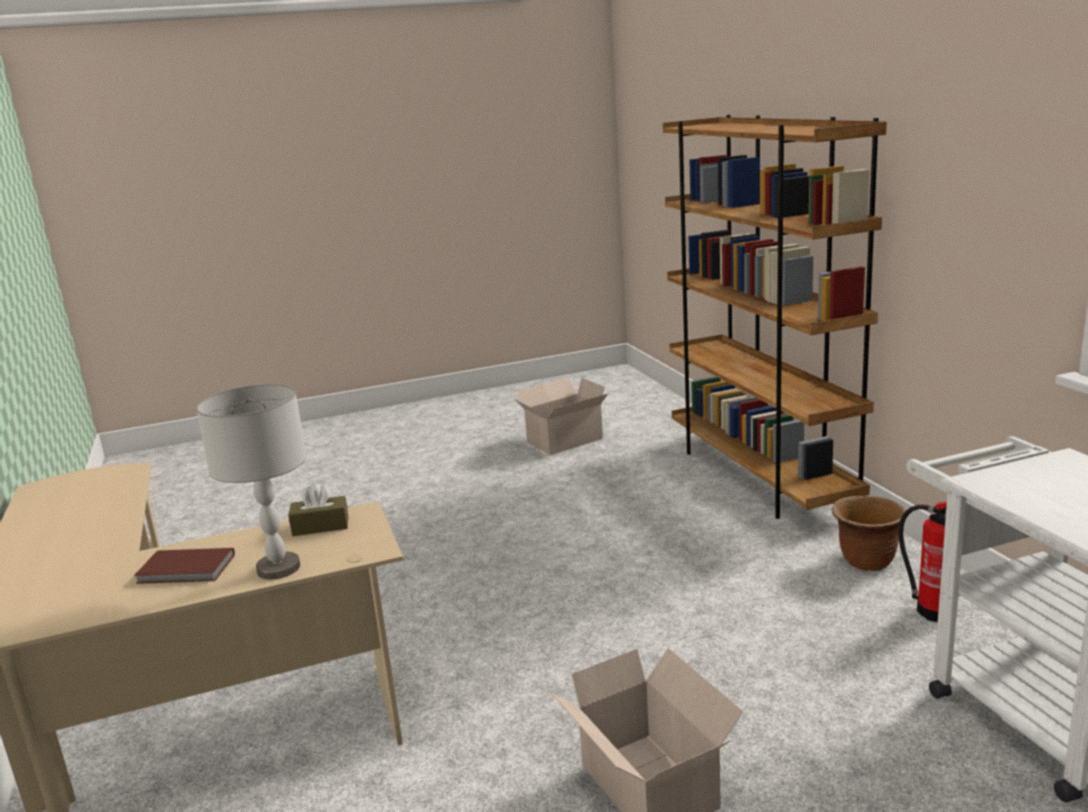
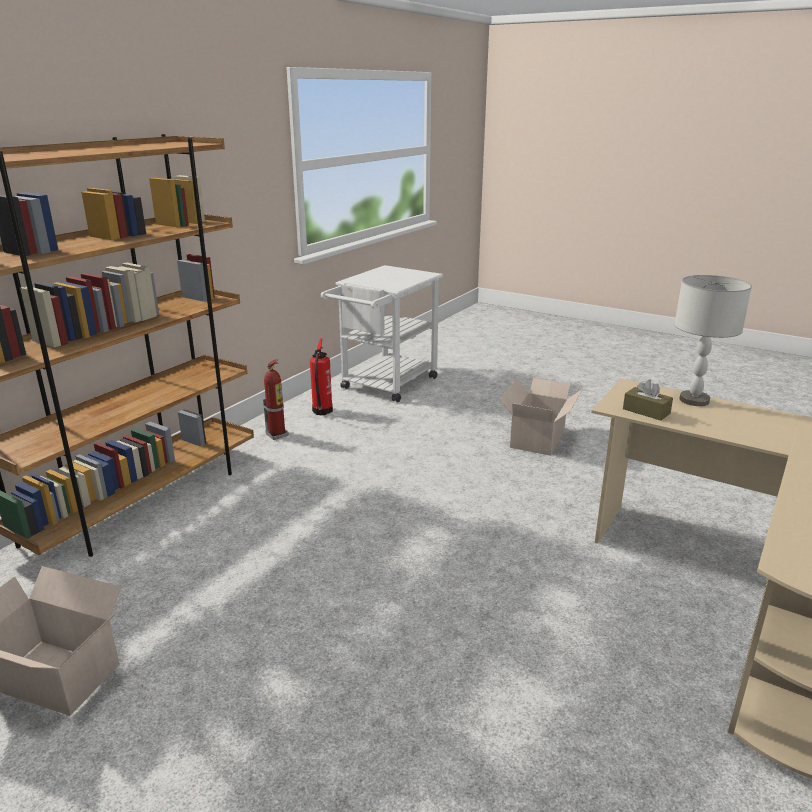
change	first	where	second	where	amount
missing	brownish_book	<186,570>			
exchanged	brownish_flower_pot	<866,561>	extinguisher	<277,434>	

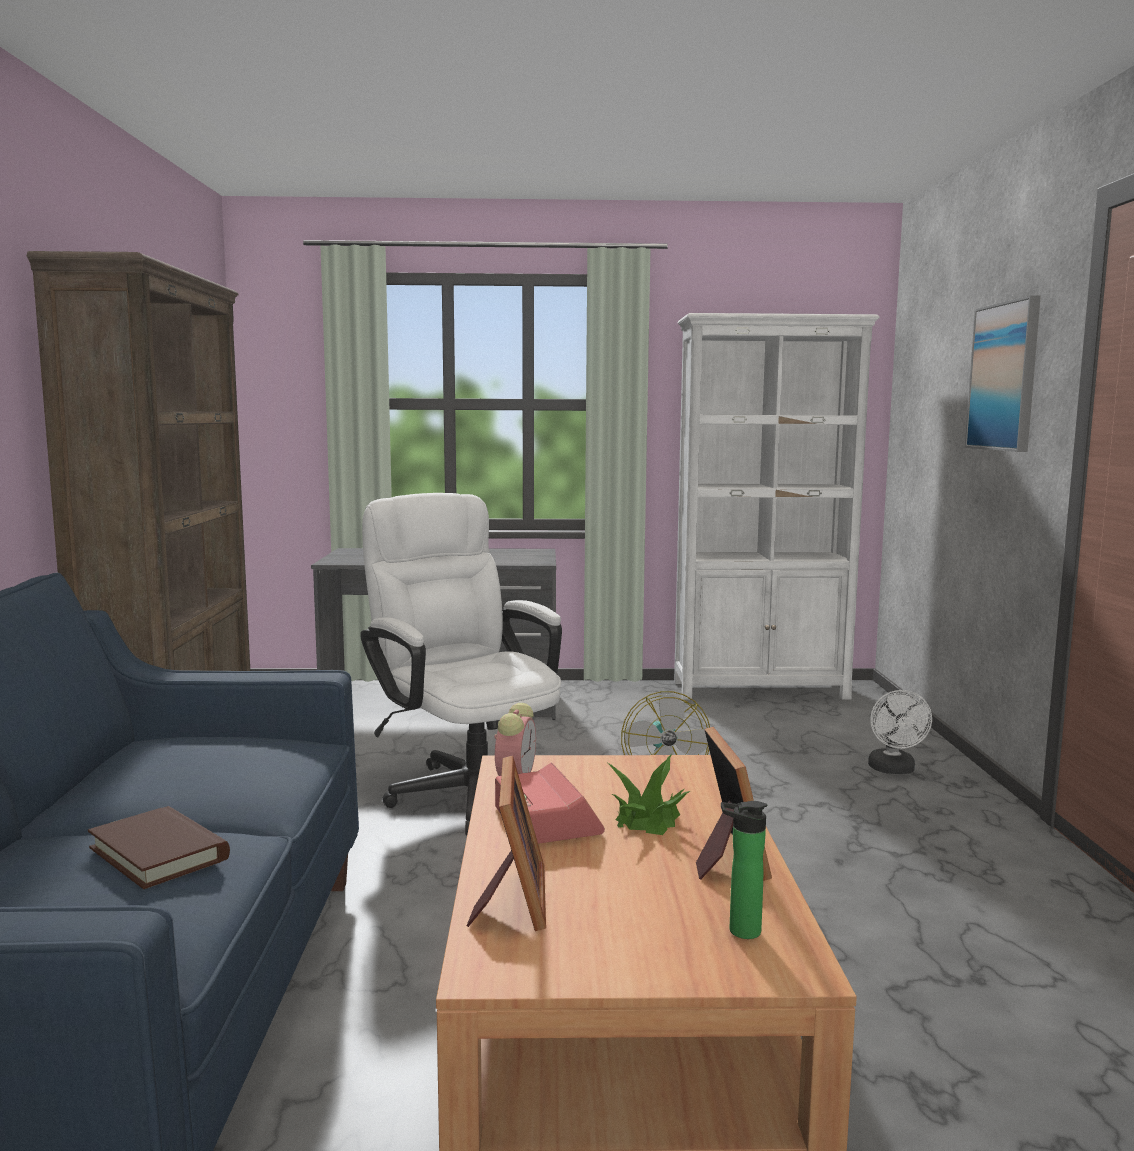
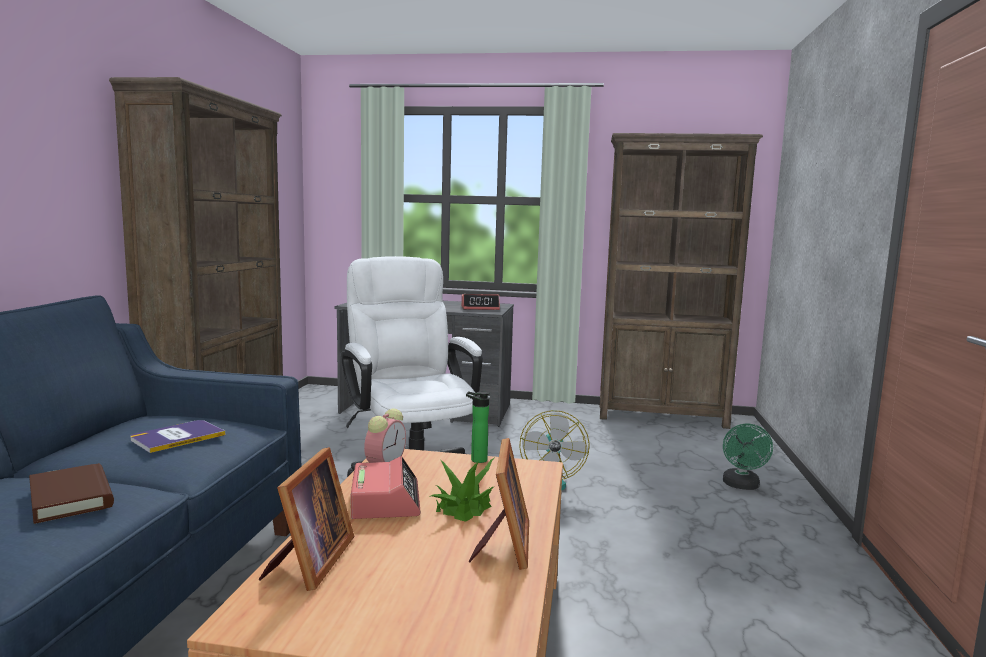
change	first	where	second	where	amount
colour	white_shelving_unit	<761,690>	brownish_shelving_unit	<662,416>	
relocated	bottle	<739,931>		<476,460>	
colour	white_cooling_fan	<894,770>	greenish_cooling_fan	<742,486>	
missing	wall_picture	<1004,377>			
appeared			book	<177,437>	
appeared			bedside_clock	<480,308>	

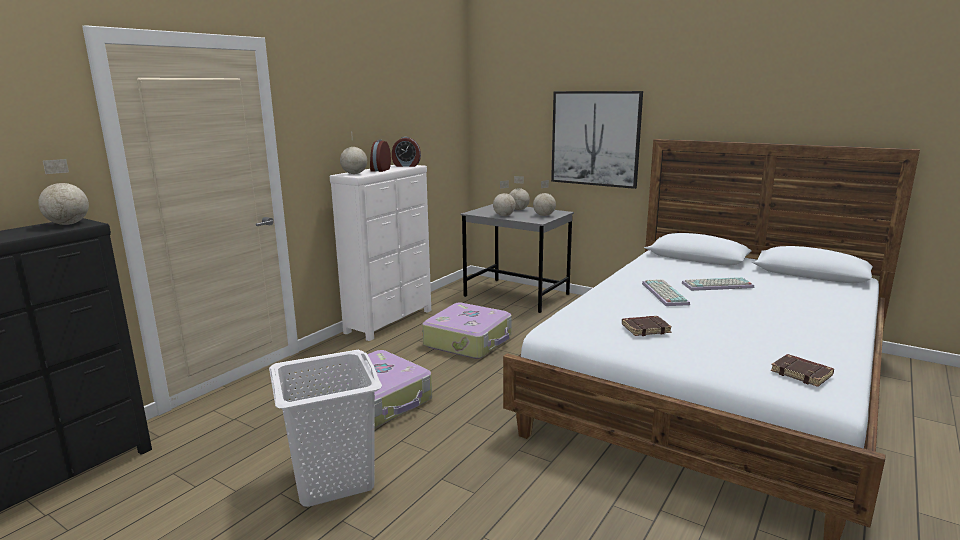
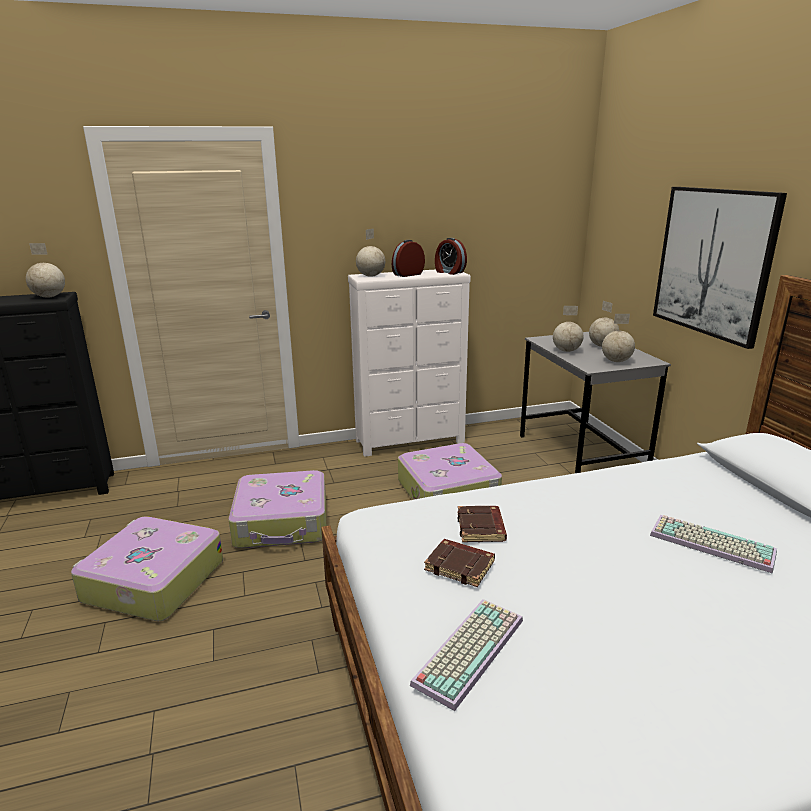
change	first	where	second	where	amount
exchanged	white_laundry_basket	<334,479>	suitcase	<152,581>	
relocated	PC_keyboard	<663,293>		<468,649>	
relocated	brownish_book	<802,374>		<481,528>	

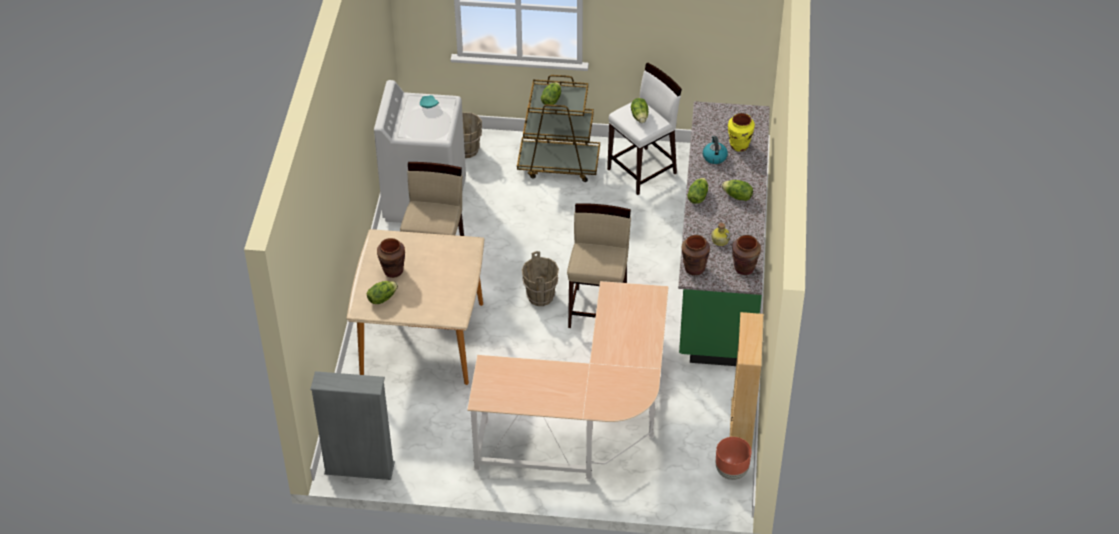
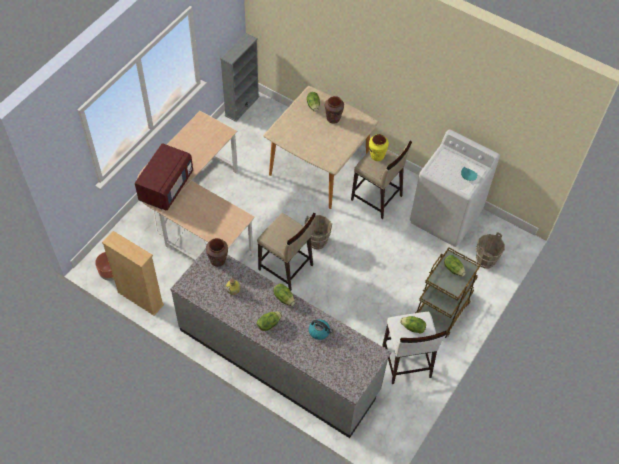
change	first	where	second	where	amount
colour	greenish_kitchen_counter	<719,268>	grey_kitchen_counter	<279,359>	
relocated	yellow-coloured_flower_vase	<739,145>		<377,156>	
missing	brownish_flower_vase	<744,268>			
appeared			reddish_kitchen_microwave	<166,187>	

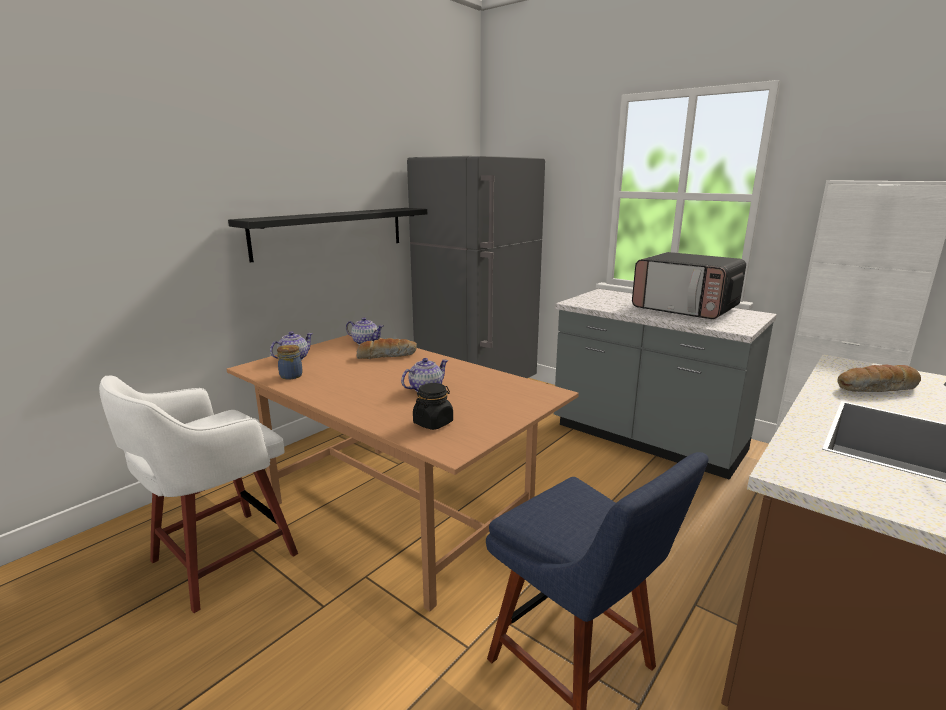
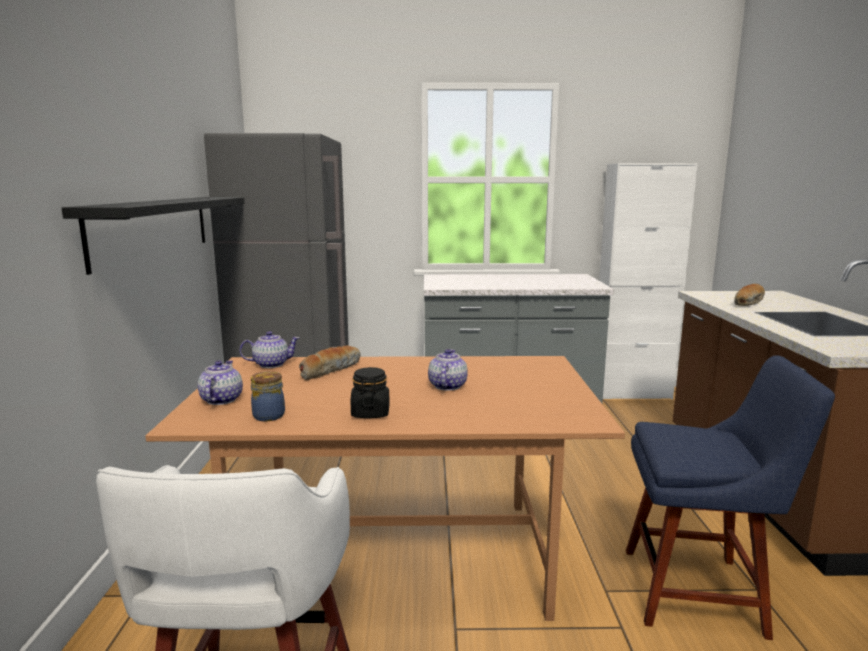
change	first	where	second	where	amount
relocated	blackish_preserve_jar	<433,423>		<370,413>	
missing	kitchen_microwave	<685,309>			

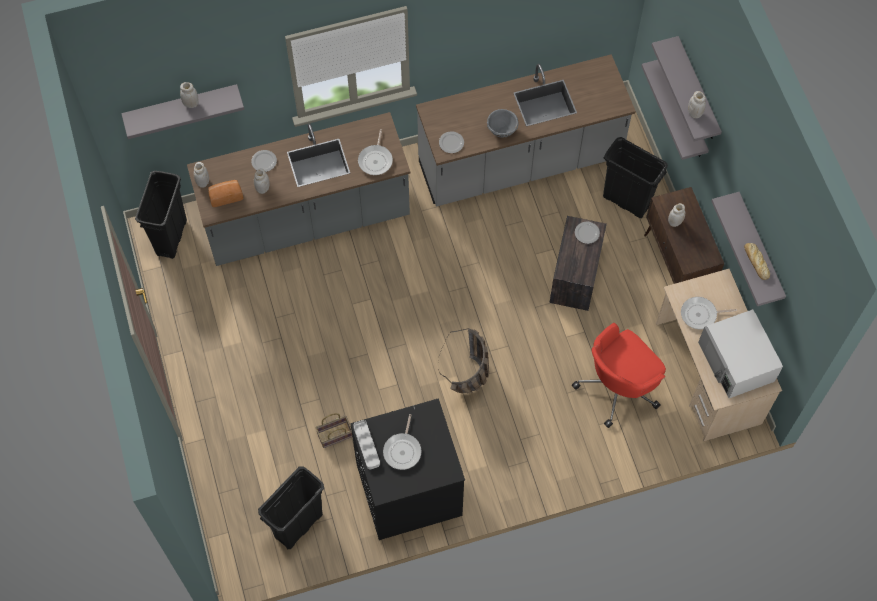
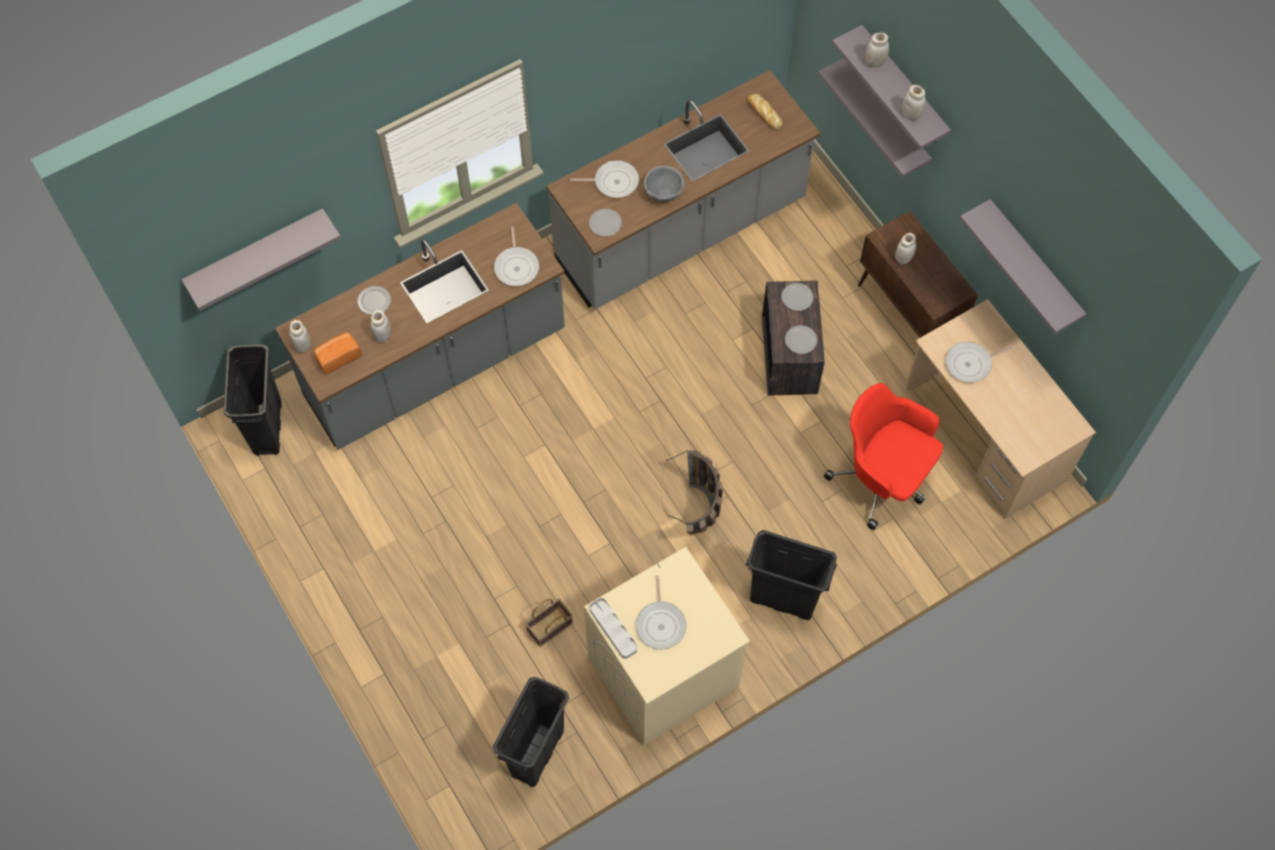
change	first	where	second	where	amount
relocated	white_preserve_jar	<191,104>		<875,62>	
colour	blackish_laundry_appliance	<408,490>	sand-coloured_laundry_appliance	<662,672>	
spun	reddish_office_chair	<618,387>		<882,478>	90 degrees clockwise
relocated	blackish_waste_bin	<626,201>		<782,600>	
missing	white_kitchen_microwave	<736,362>			
relocated	bread	<755,261>		<763,113>	
appeared			pan	<613,182>	
appeared			dinner_plate	<800,340>	

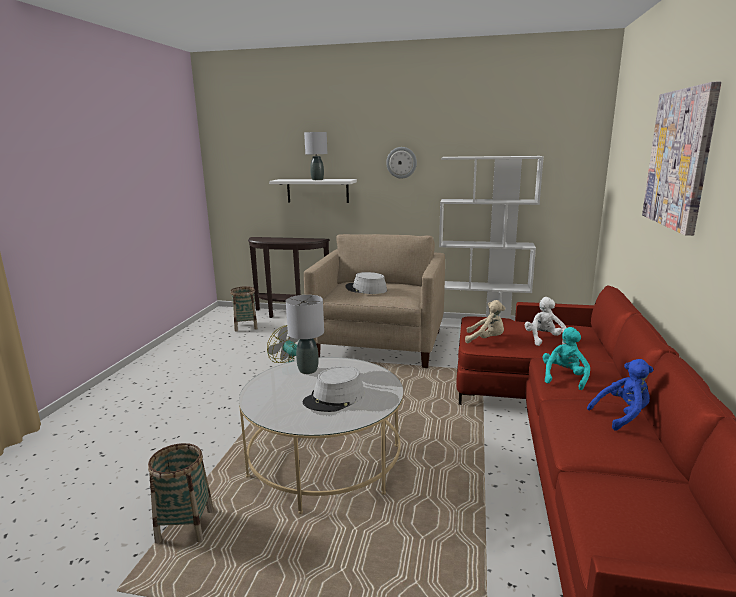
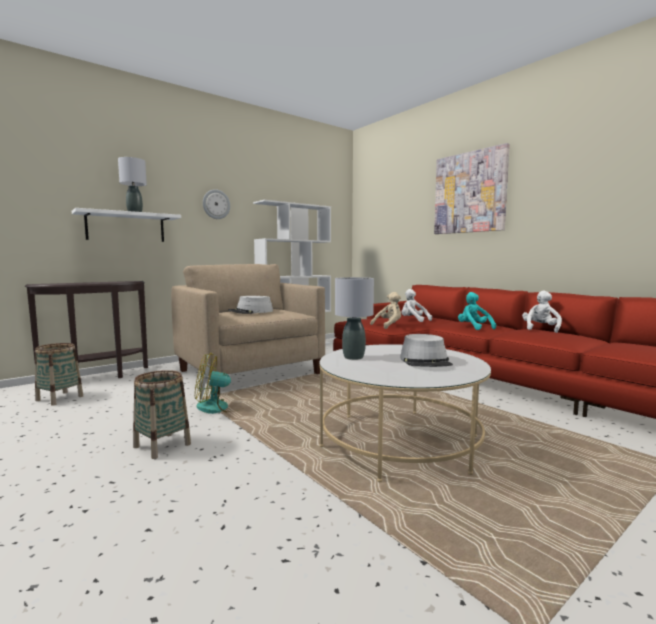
change	first	where	second	where	amount
relocated	household_basket	<185,526>		<162,445>	
colour	blue-coloured_soft_toy	<622,416>	white_soft_toy	<540,329>	

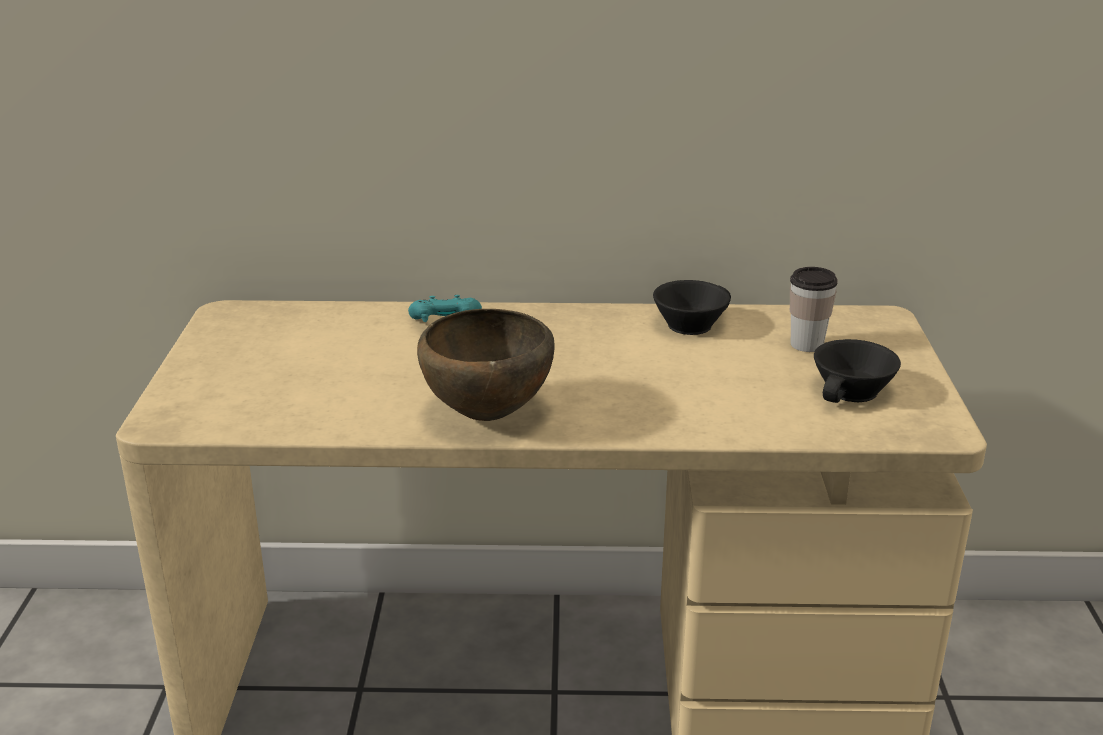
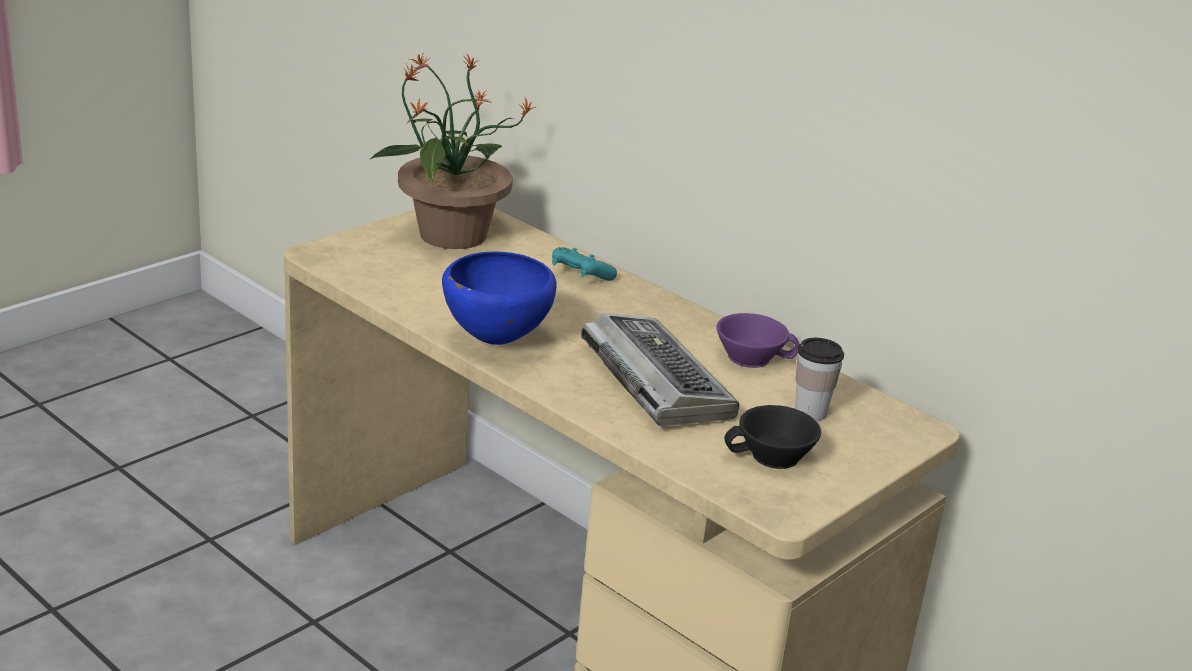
change	first	where	second	where	amount
colour	brownish_deep_dish	<486,416>	blue-coloured_deep_dish	<495,341>	
colour	blackish_cup	<689,323>	purple_cup	<751,356>	
appeared			houseplant	<450,235>	
appeared			PC_keyboard	<654,381>	

